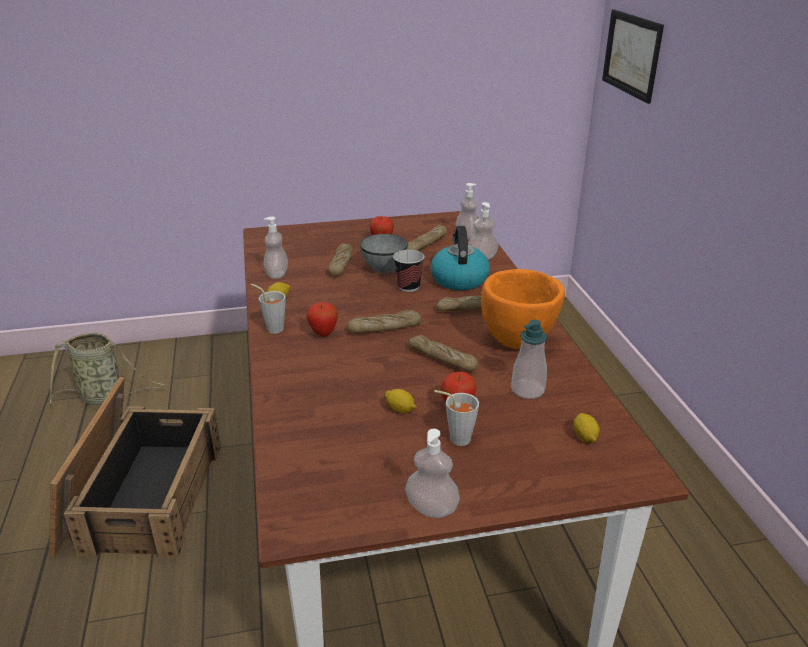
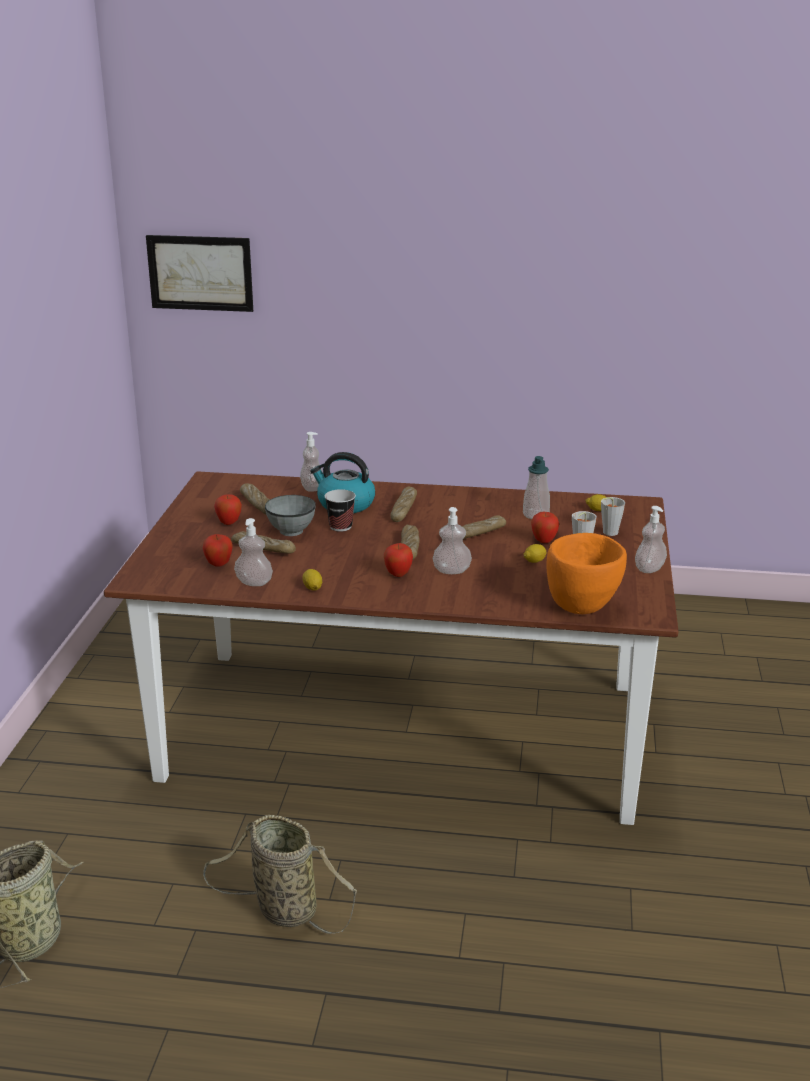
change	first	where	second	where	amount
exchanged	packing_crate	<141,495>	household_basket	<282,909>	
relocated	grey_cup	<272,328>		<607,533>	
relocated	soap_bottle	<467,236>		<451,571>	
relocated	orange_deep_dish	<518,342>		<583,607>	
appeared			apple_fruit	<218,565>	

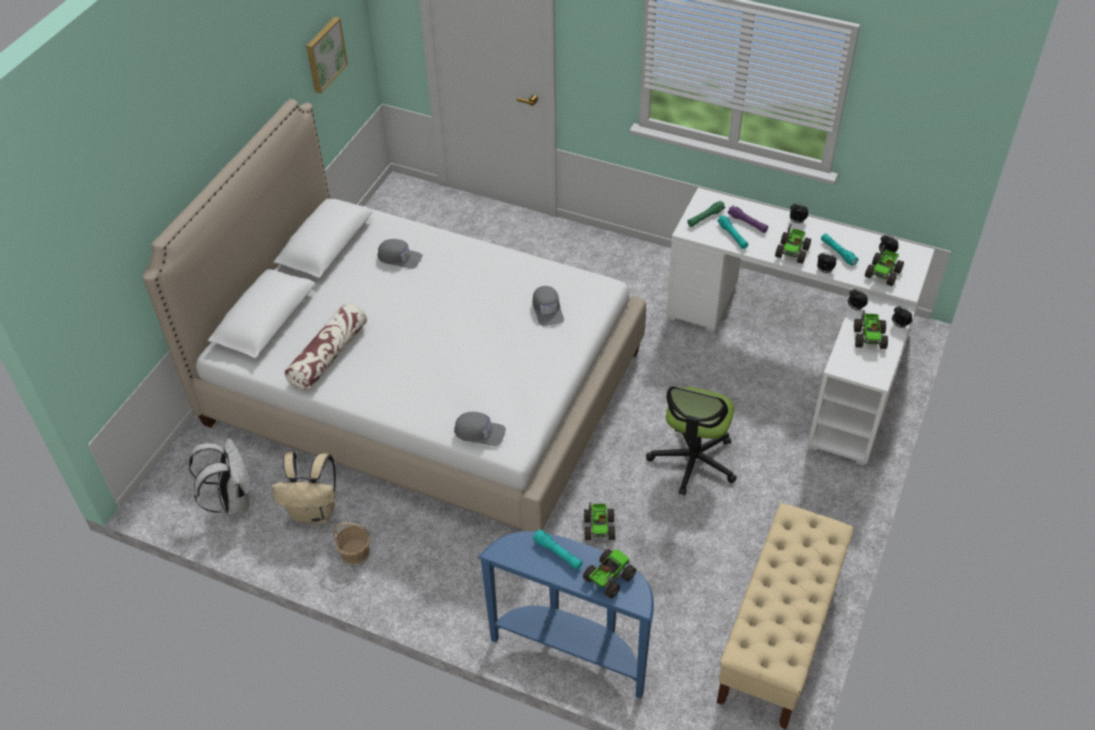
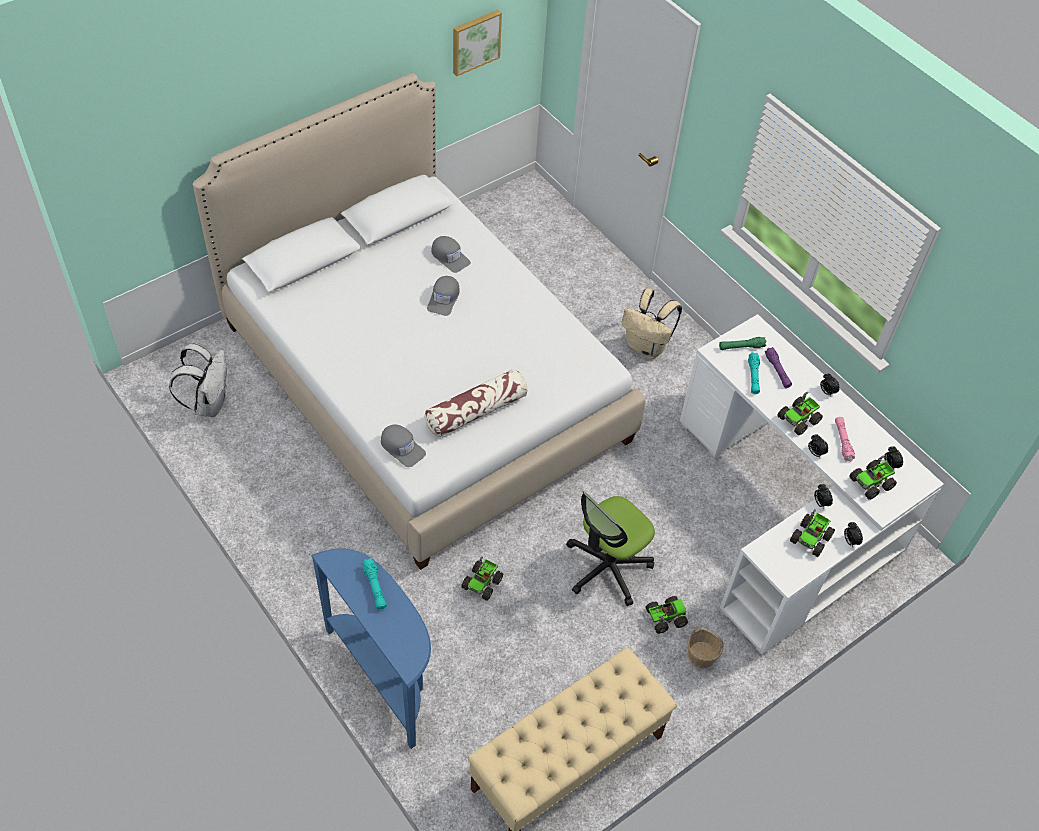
change	first	where	second	where	amount
relocated	sand-coloured_backpack	<314,512>		<646,347>	
relocated	cushion	<329,355>		<476,411>	
relocated	household_basket	<355,552>		<701,655>	
relocated	grey_peaked_cap	<547,309>		<444,298>	
relocated	toy_lorry	<608,578>		<664,618>	
colour	blue-green_torch	<838,253>	pinkish_torch	<842,441>	

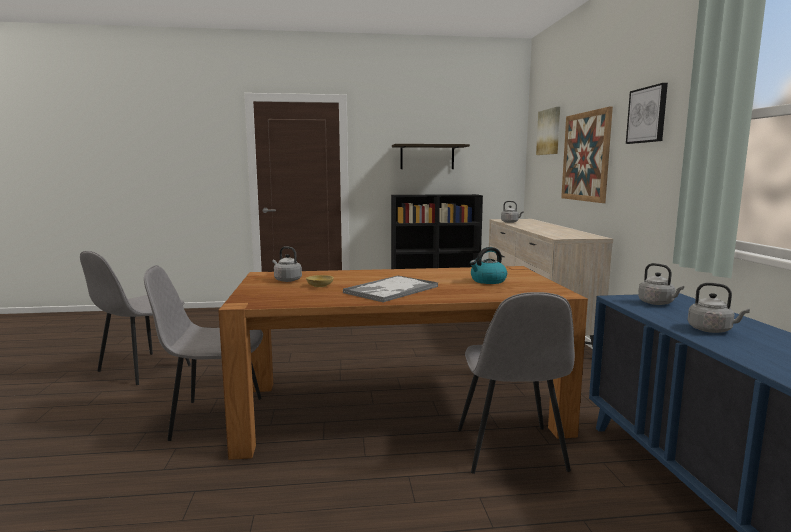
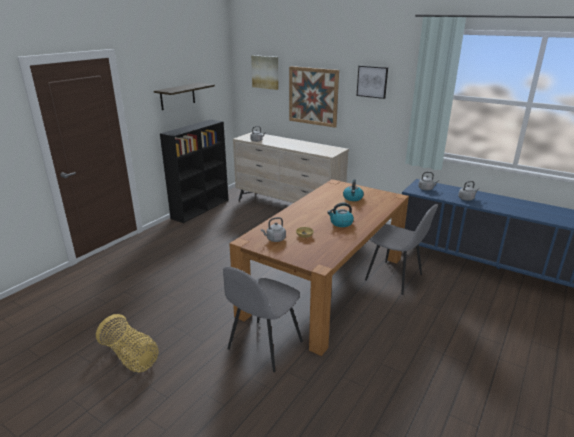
change	first	where	second	where	amount
exchanged	grey_plain_chair	<142,369>	household_basket	<131,357>	
exchanged	serving_tray	<391,290>	tea_kettle	<341,223>	

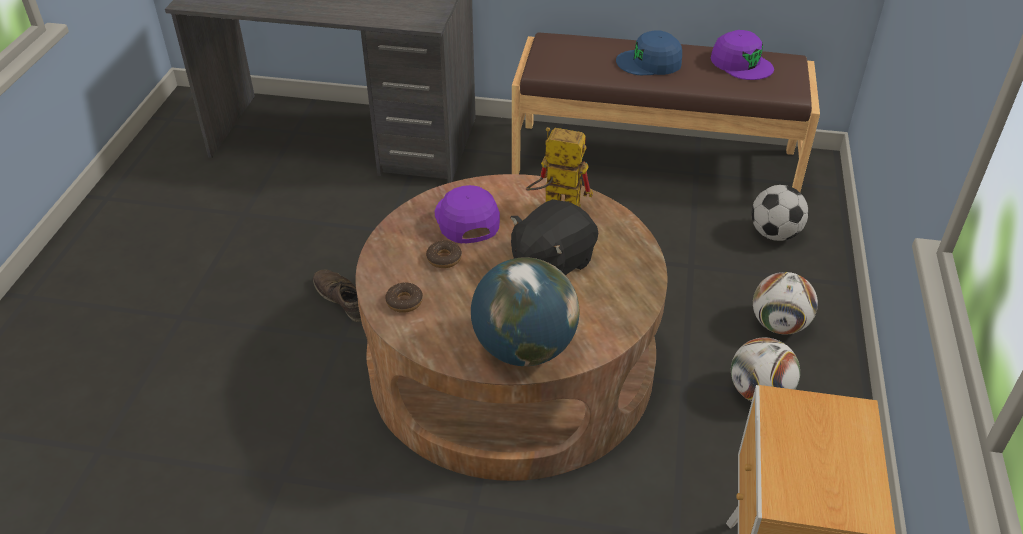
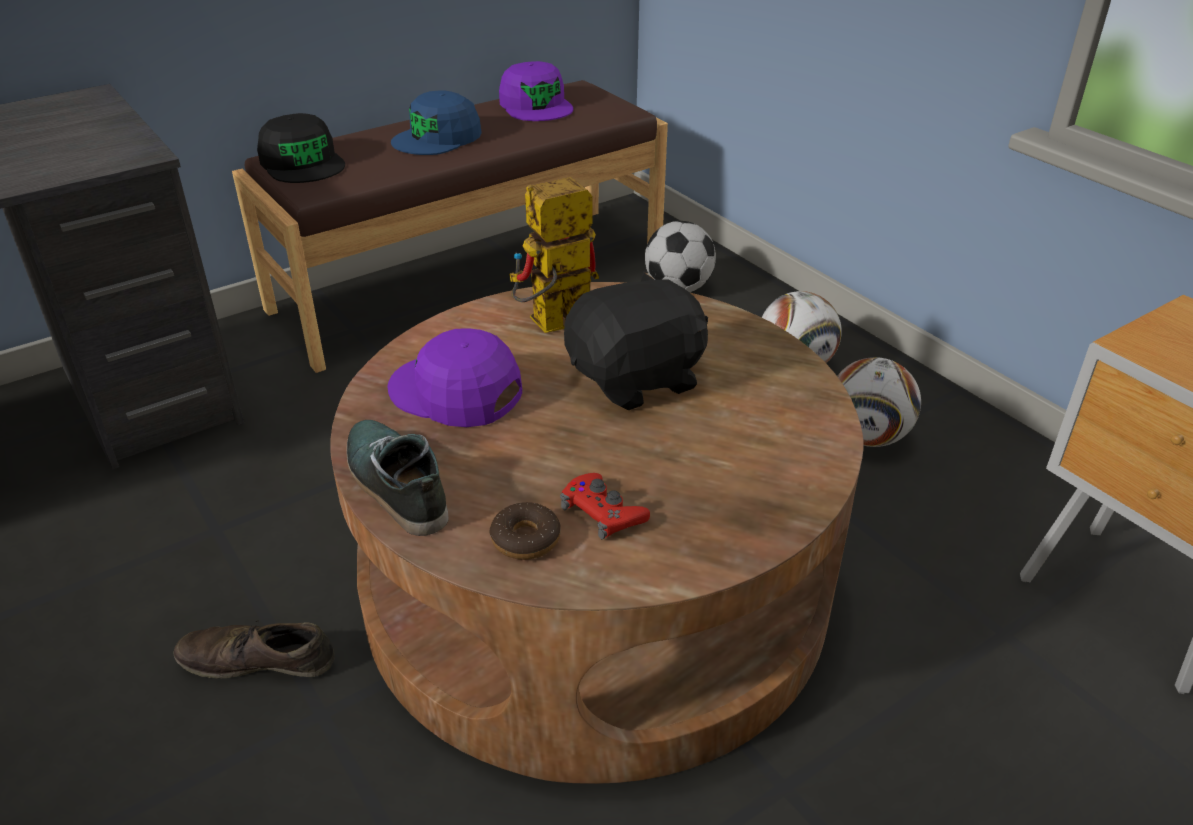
change	first	where	second	where	amount
missing	ring_doughnut	<444,258>			
missing	globe	<524,349>			
spun	blackish_soft_toy	<551,262>		<637,379>	120 degrees counterclockwise
spun	purple_peaked_cap	<741,63>		<536,105>	60 degrees clockwise
appeared			blackish_peaked_cap	<302,163>	
appeared			low_shoe	<394,484>	
appeared			reddish_joypad	<602,512>	

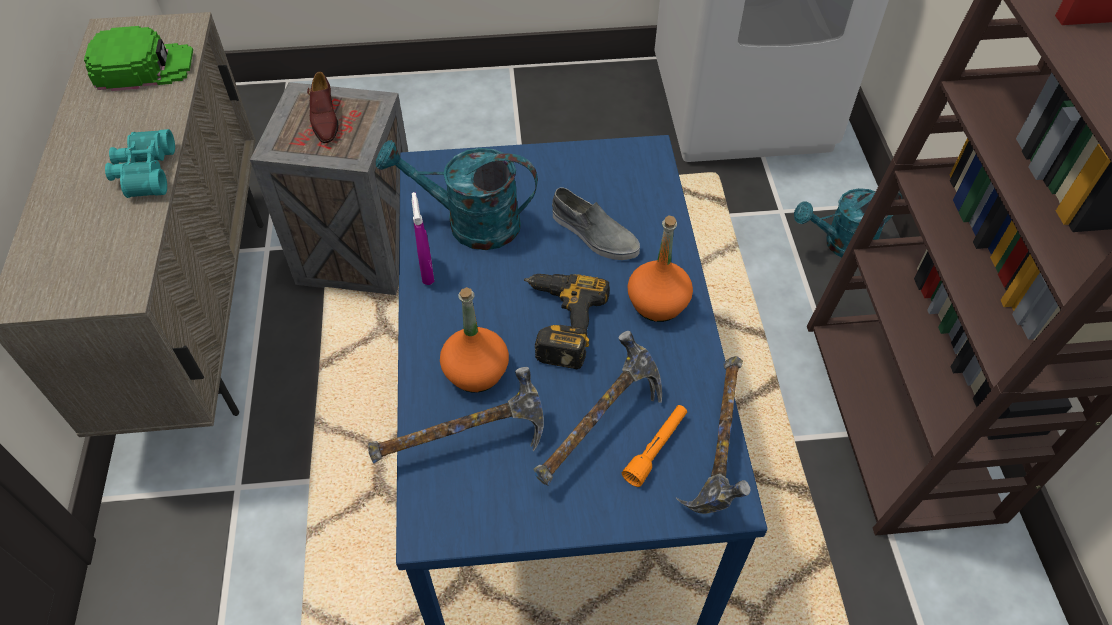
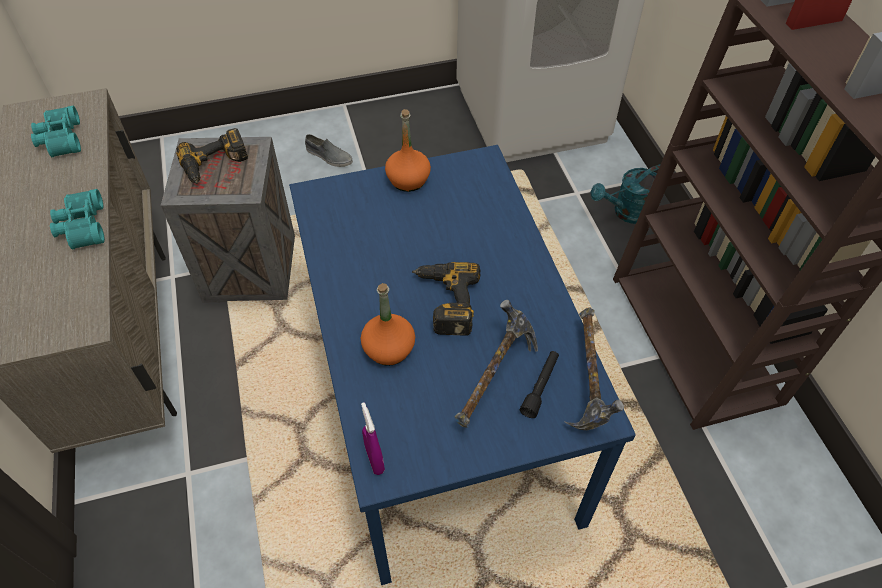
change	first	where	second	where	amount
exchanged	greenish_peaked_cap	<143,66>	blue-green_binoculars	<59,139>	
exchanged	brownish_low_shoe	<324,119>	drill	<215,165>	
missing	tool_hammer	<465,443>			
missing	blue-green_watering_can	<470,223>			
relocated	purple_hand_sprayer	<427,272>		<375,459>	
relocated	grey_low_shoe	<594,234>		<328,156>	
colour	orange_torch	<656,448>	blackish_torch	<540,387>	
relocated	orange_bottle	<658,303>		<408,180>	

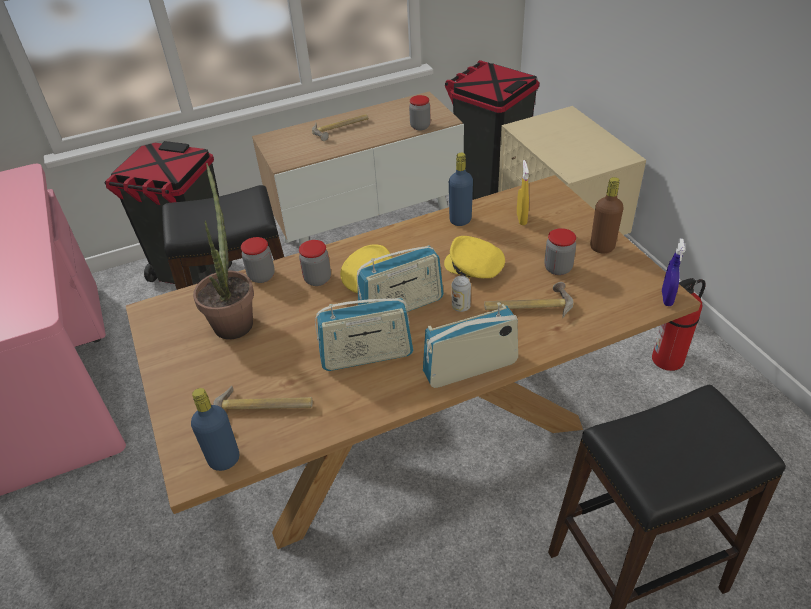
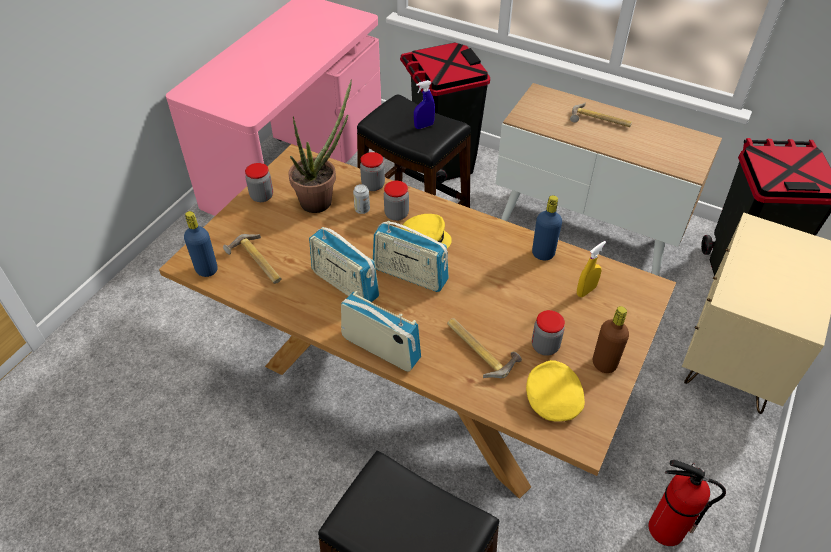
change	first	where	second	where	amount
relocated	preserve_jar	<420,126>		<262,196>	
relocated	yellow-coloured_peaked_cap	<474,267>		<551,398>	
relocated	metal_can	<461,306>		<362,209>	
relocated	blue-coloured_hand_sprayer	<666,298>		<424,126>	

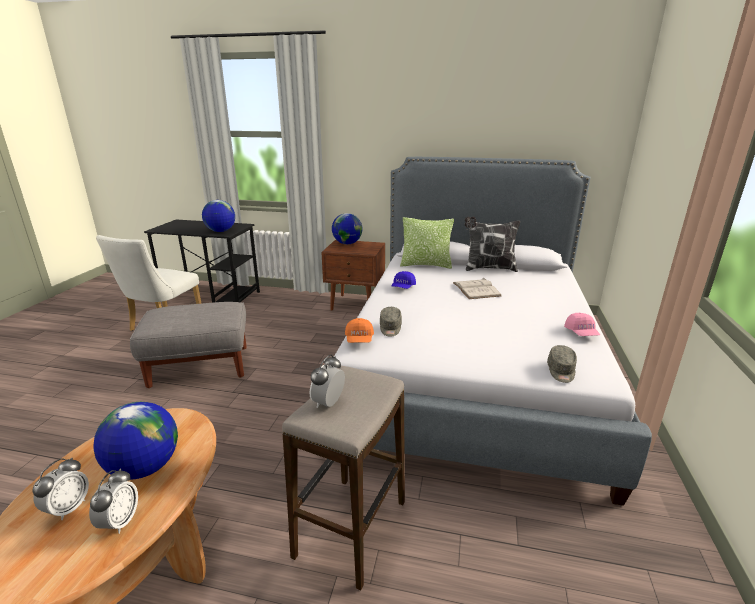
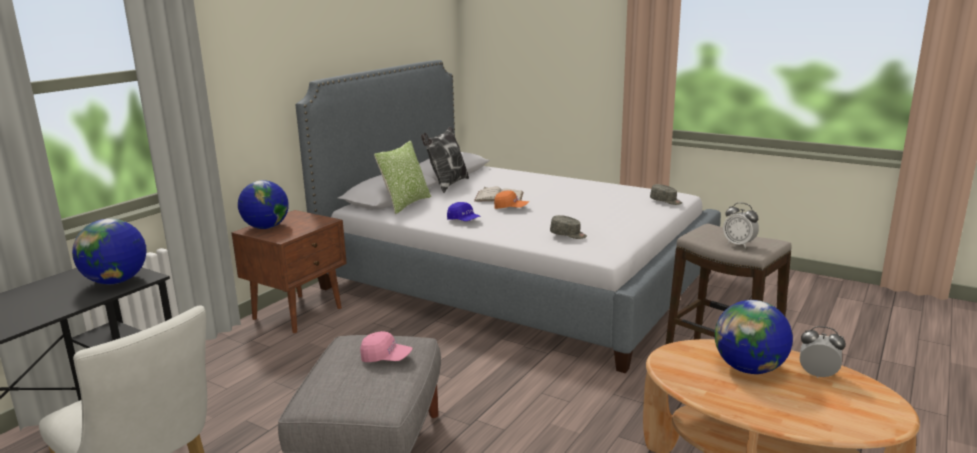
change	first	where	second	where	amount
missing	bedside_clock	<68,508>			
relocated	orange_peaked_cap	<359,339>		<511,208>	
relocated	pinkish_peaked_cap	<581,333>		<386,358>	

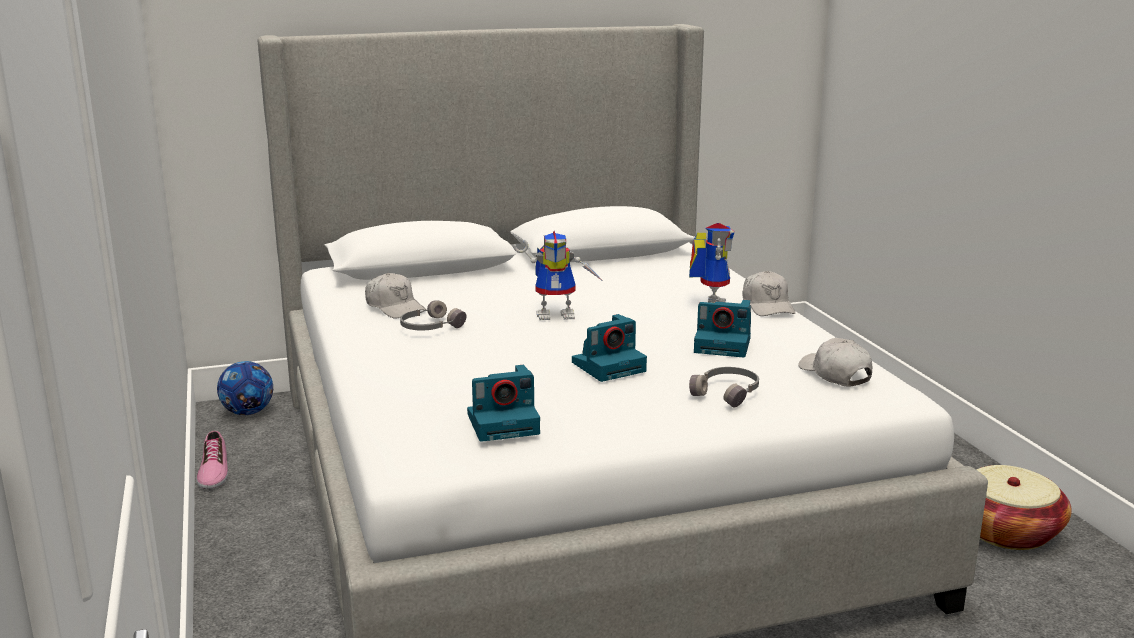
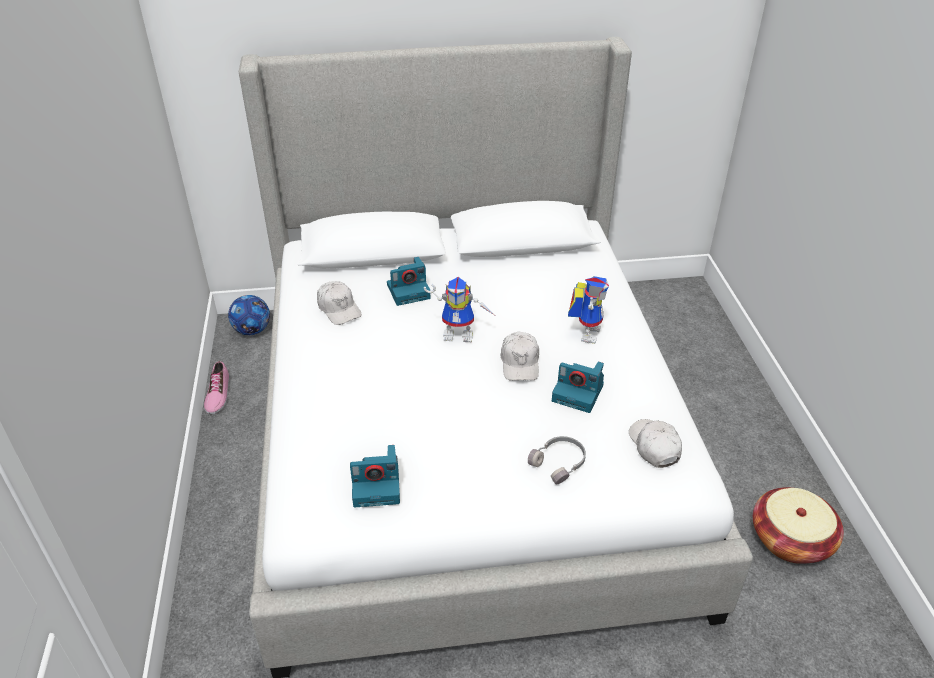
change	first	where	second	where	amount
missing	grey_headphones	<429,327>			
relocated	still_camera	<609,366>		<409,291>	
relocated	white_peaked_cap	<767,306>		<520,363>	

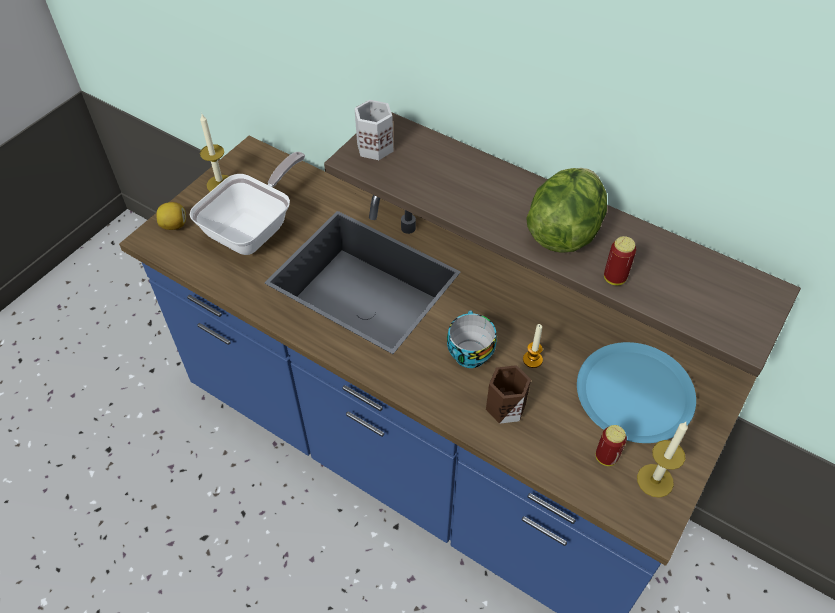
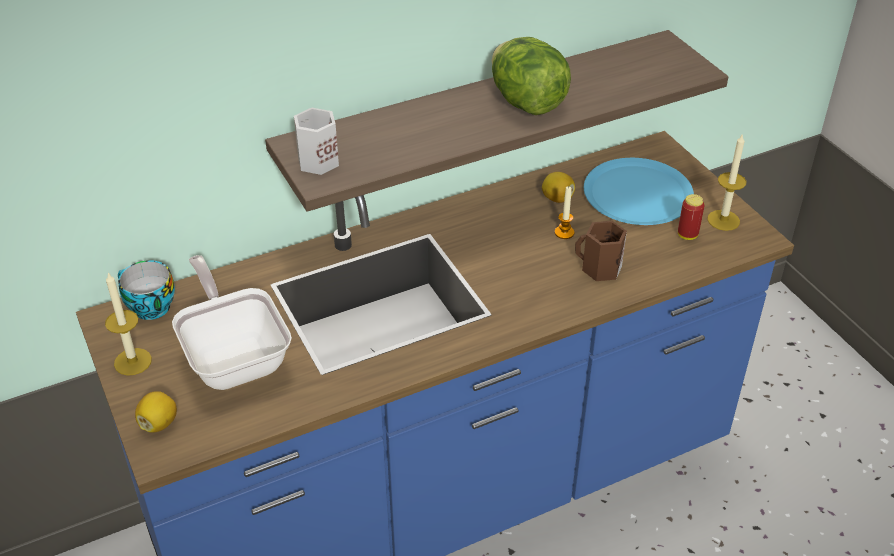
change	first	where	second	where	amount
relocated	cup	<468,352>		<148,307>	
missing	metal_can	<614,278>			
appeared			citrus_fruit	<557,198>	

